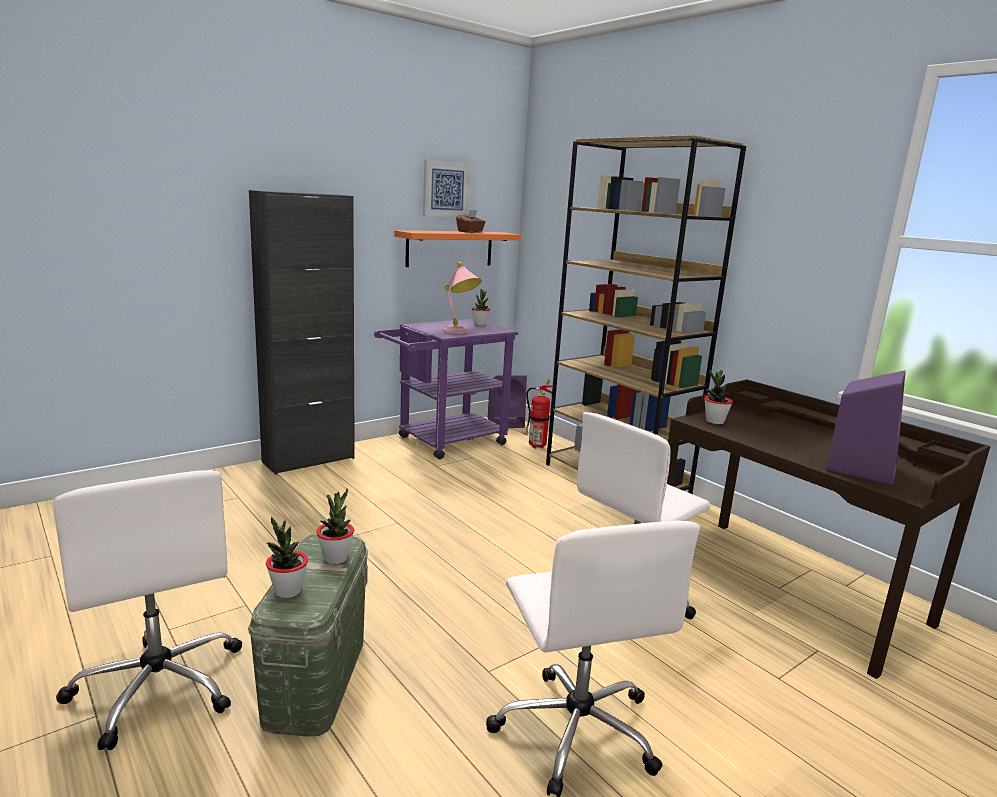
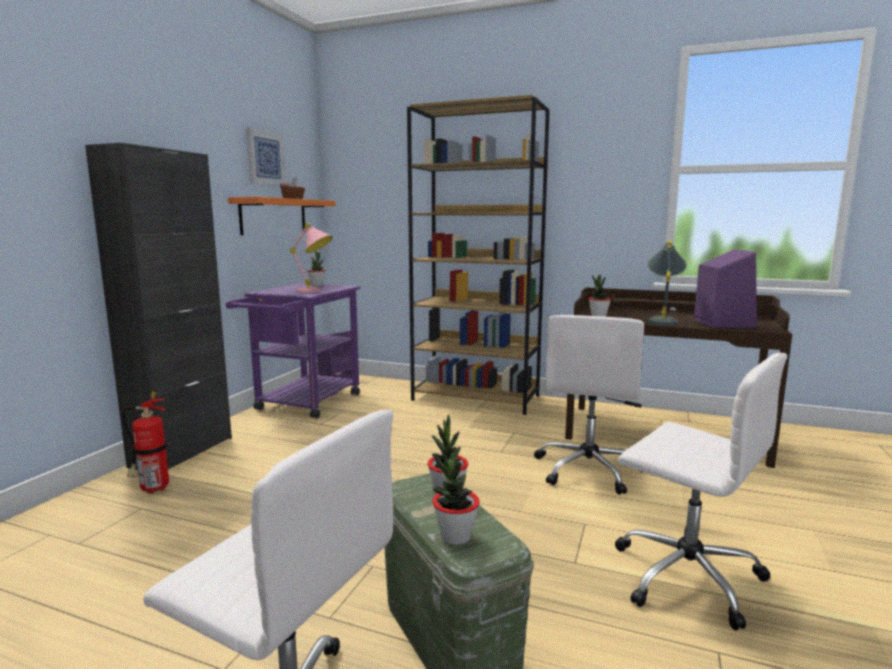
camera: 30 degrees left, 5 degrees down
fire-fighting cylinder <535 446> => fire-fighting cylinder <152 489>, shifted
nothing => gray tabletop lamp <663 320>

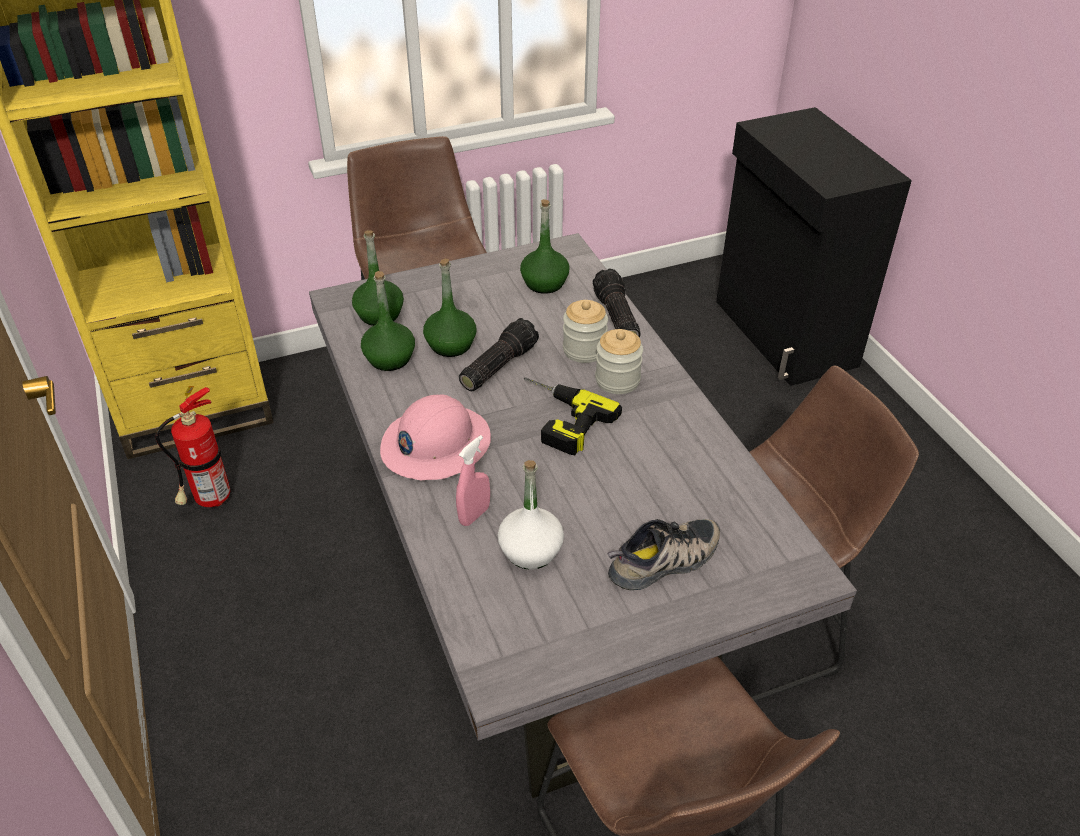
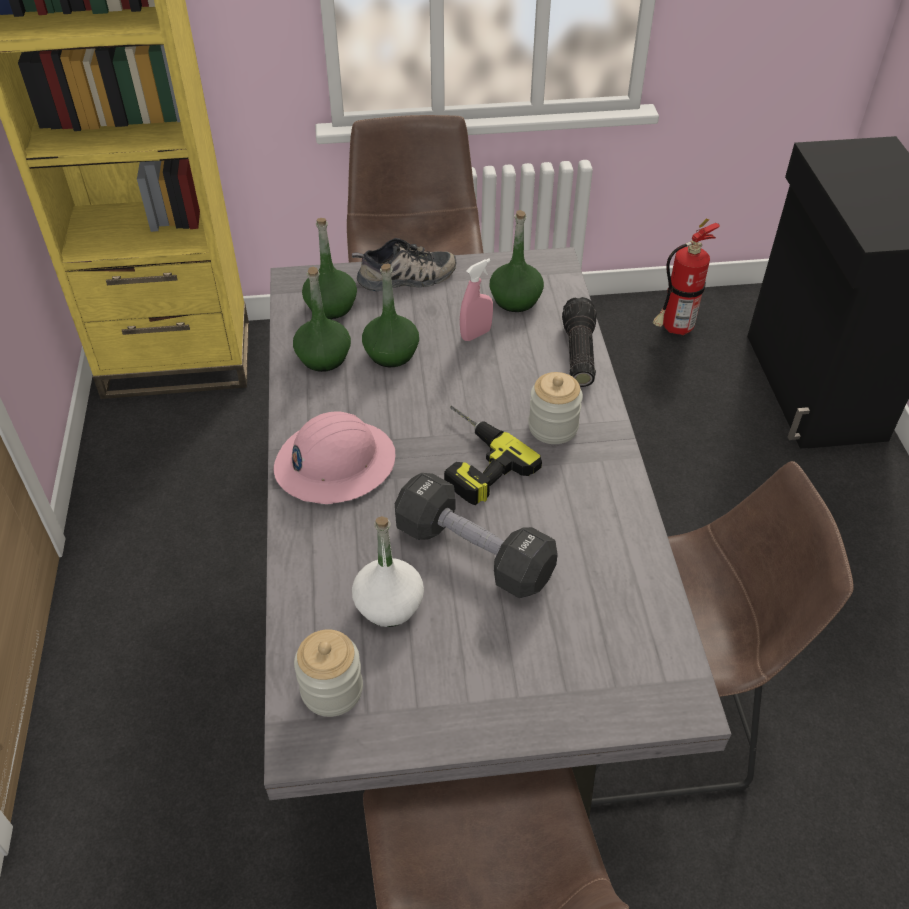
camera: 15 degrees right, 5 degrees up
preserve jar <584 350> => preserve jar <332 690>, shifted
flashlight <497 365> => nothing
fire-fighting cylinder <209 501> => fire-fighting cylinder <674 330>, shifted
pink-coloured sprayer <474 515> => pink-coloured sprayer <476 334>, shifted
low shoe <665 562> => low shoe <406 278>, shifted
nothing => black-coloured hand weight <473 552>

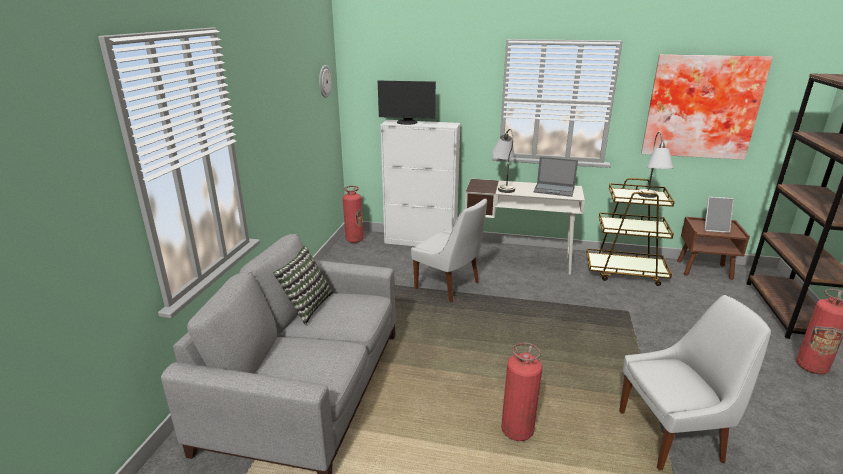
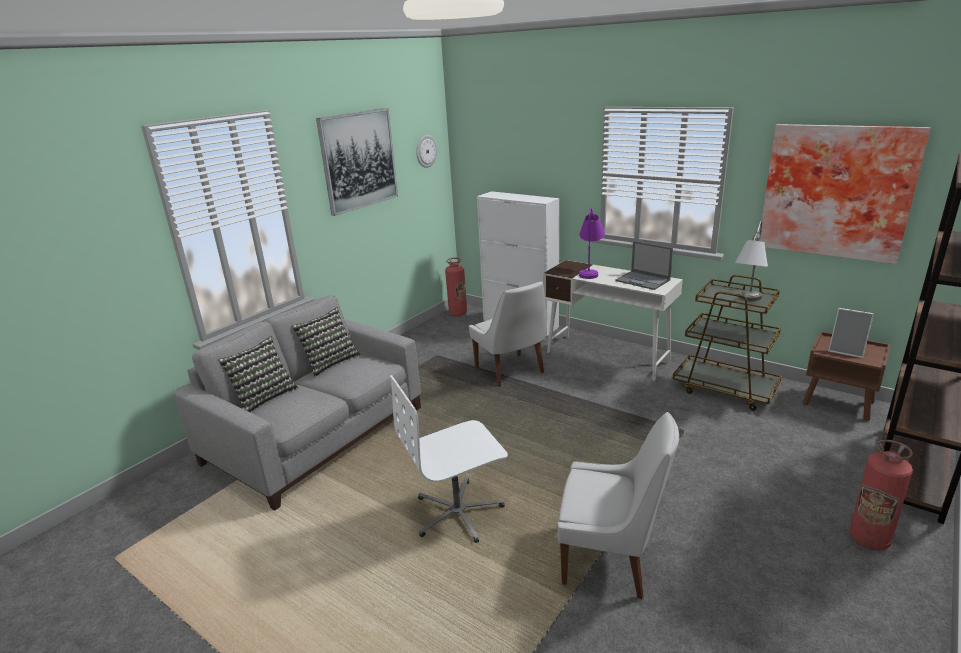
camera: 25 degrees right, 0 degrees up
monitor <407 122> => nothing
gray tabletop lamp <503 186> => purple-coloured tabletop lamp <590 271>
fire-fighting cylinder <517 430> => whitish computer chair <458 513>
nothing => wall picture <359 160>
nothing => pillow <263 397>

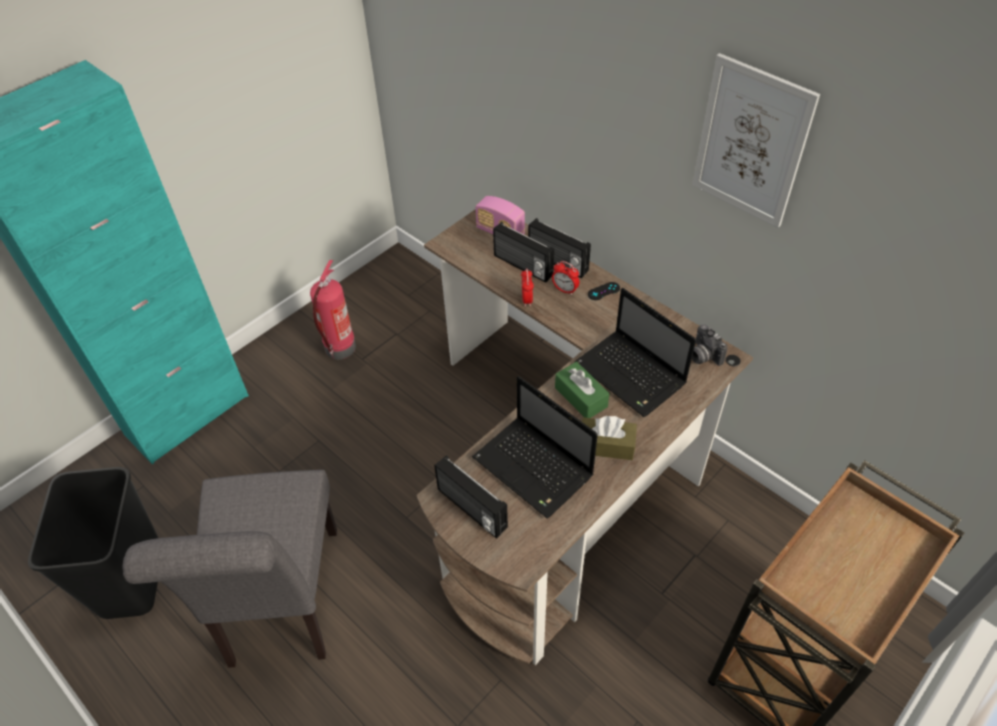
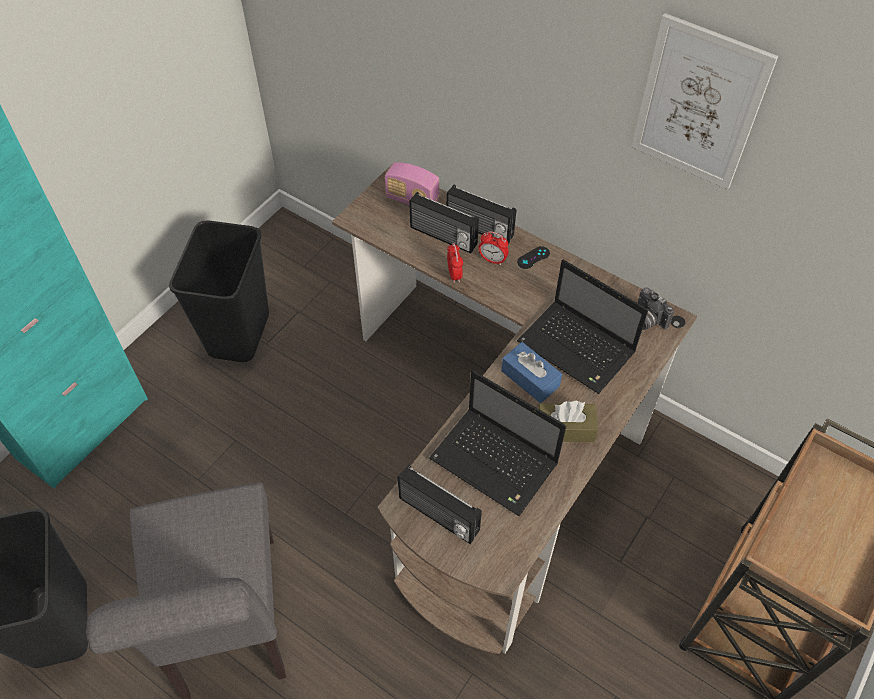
camera: 10 degrees left, 5 degrees up
fire-fighting cylinder <340 349> => black-coloured rubbish bin <240 335>
green-coloured box of tissues <581 397> => bluish box of tissues <530 378>

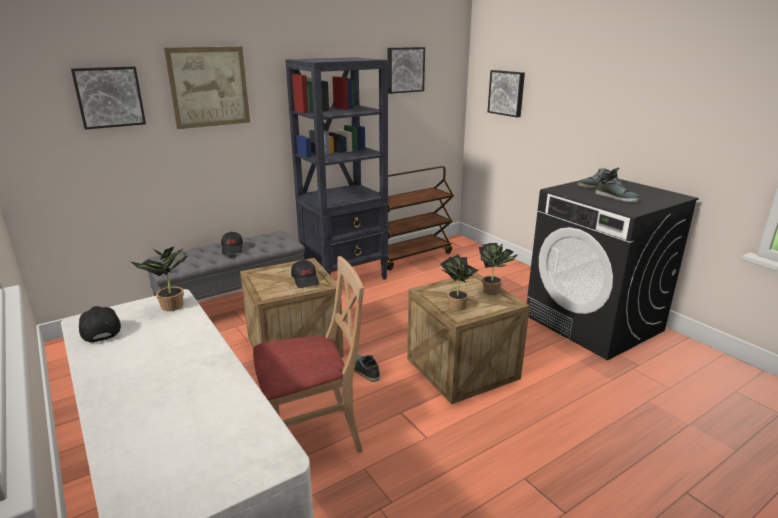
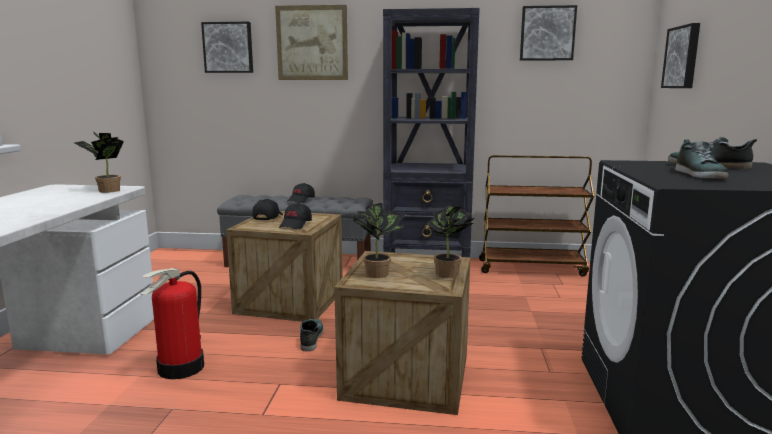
camera: 40 degrees right, 10 degrees down
beige-coloured upright chair <312 439> => fire-fighting cylinder <181 368>
black-coloured peaked cap <100 331> => black-coloured peaked cap <267 217>, shifted

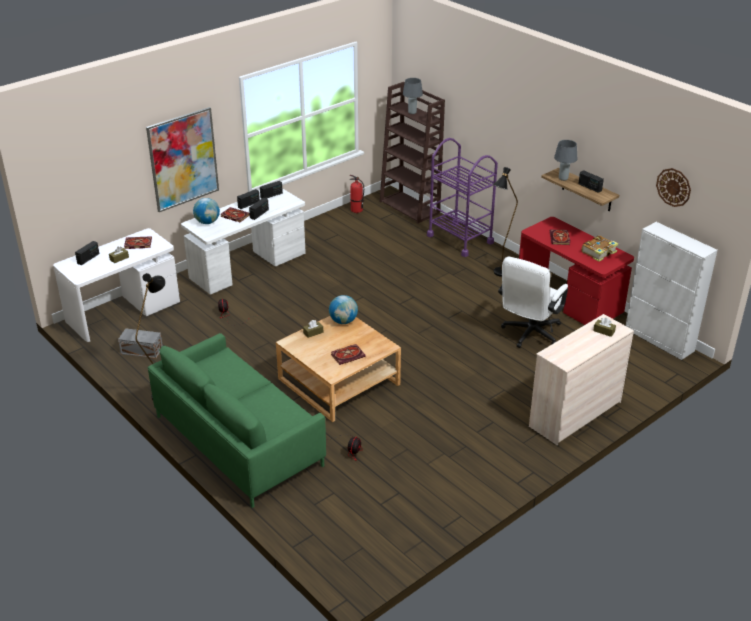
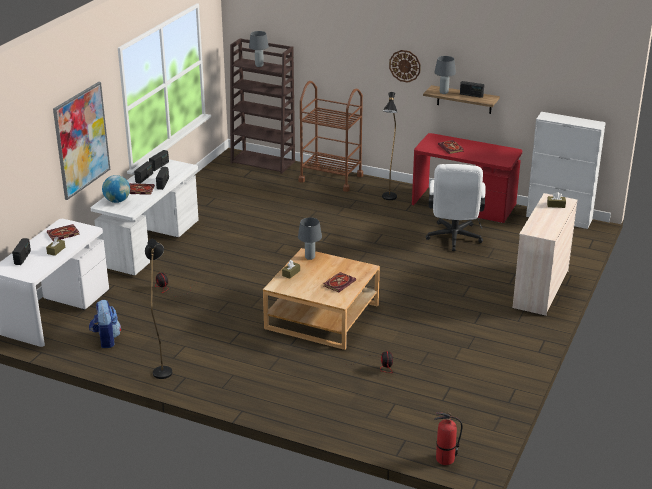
camera: 25 degrees left, 5 degrees down
purple-coloured cart <460 239> => brown cart <331 178>
clock on the wall <673 187> => clock on the wall <405 66>, shifted
fire-fighting cylinder <356 210> => fire-fighting cylinder <445 459>, shifted
volume <599 252> => nothing
globe <343 321> => gray tabletop lamp <310 258>
gray storage container <141 350> => rucksack <106 339>
green-coloured couch <238 440> => nothing

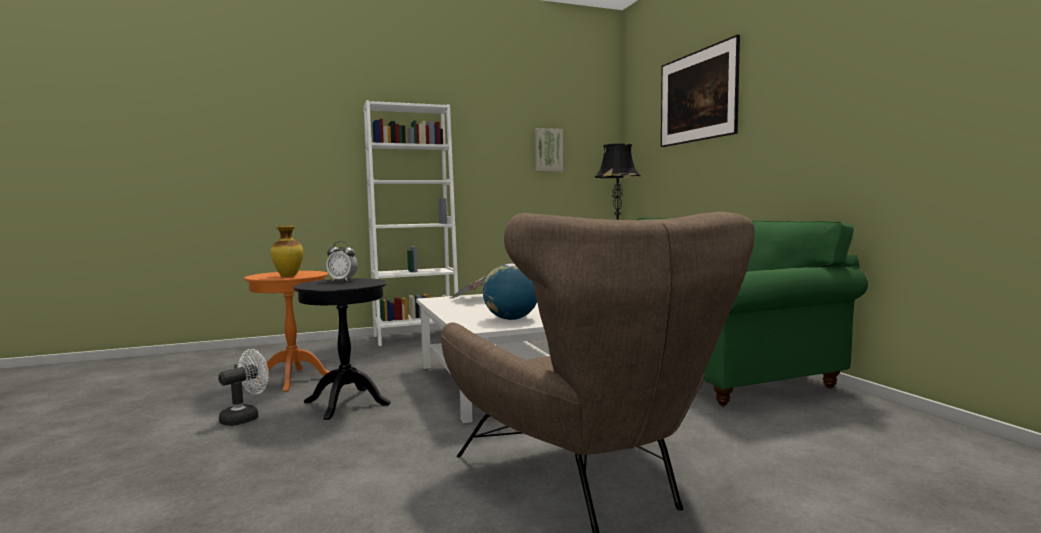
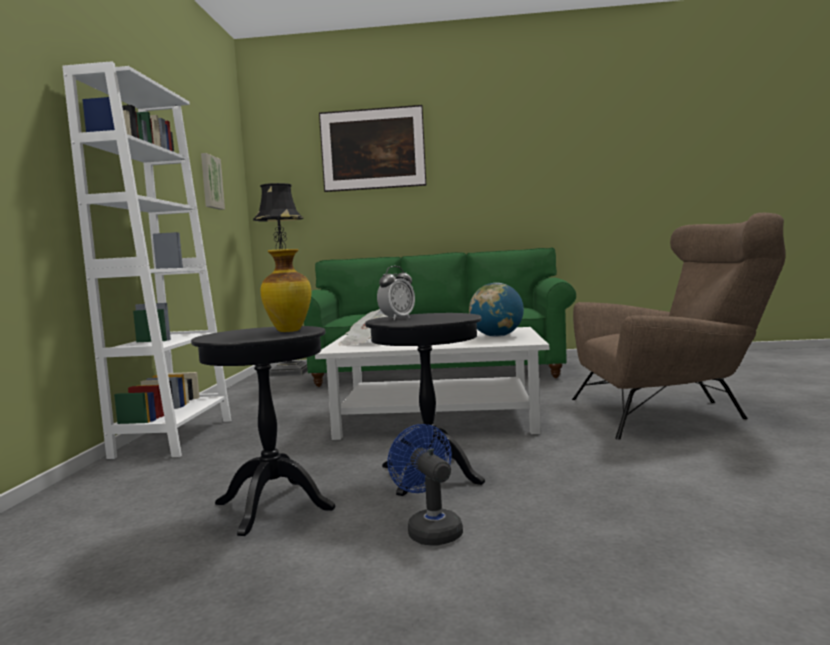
camera: 65 degrees left, 0 degrees up
orange-coloured side table <293 379> => black-coloured side table <274 506>
whitish electric fan <245 417> => bluish electric fan <430 529>

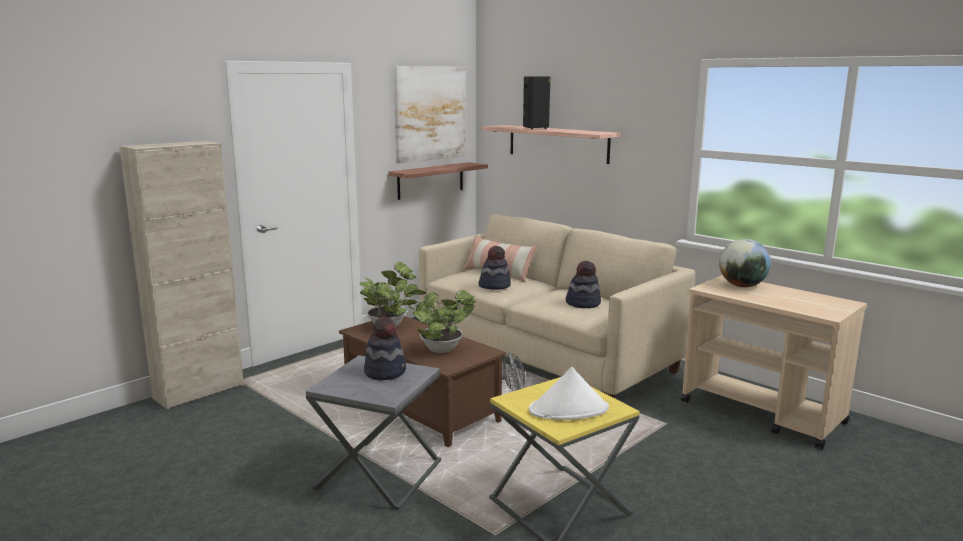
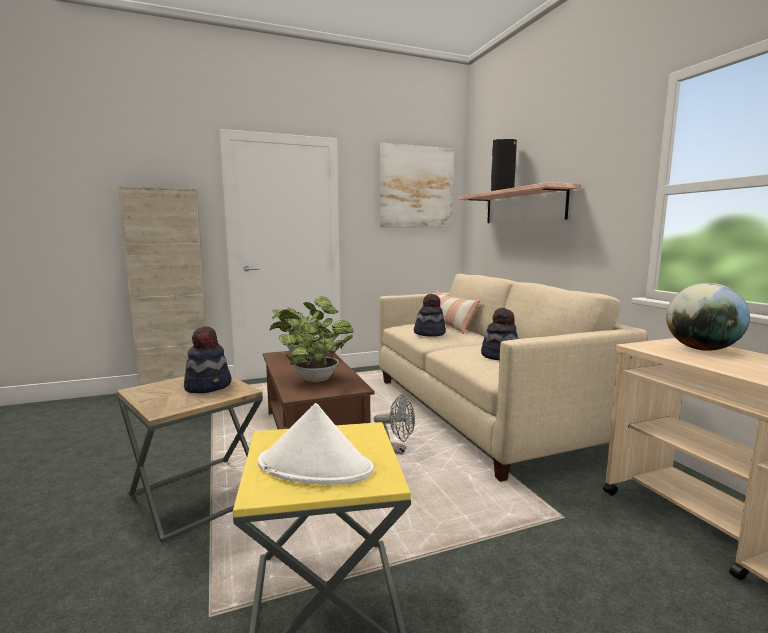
camera: 25 degrees right, 5 degrees down
wall shelf <431 180> => nothing
gray side table <378 475> => brown side table <198 495>

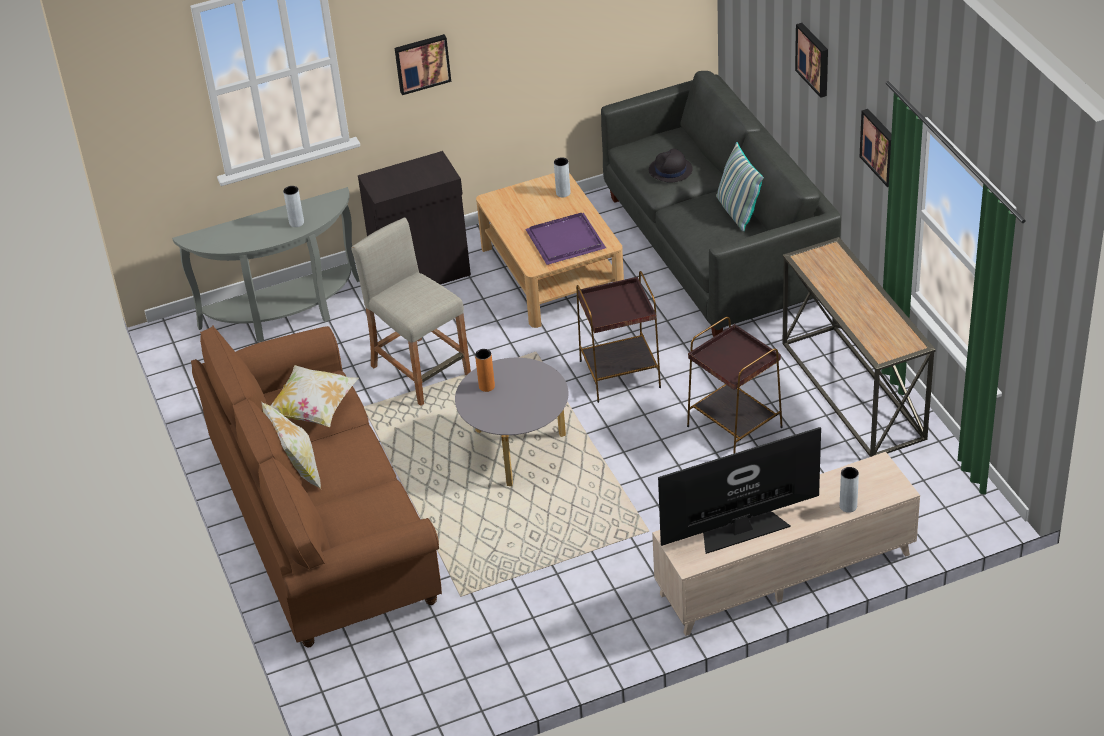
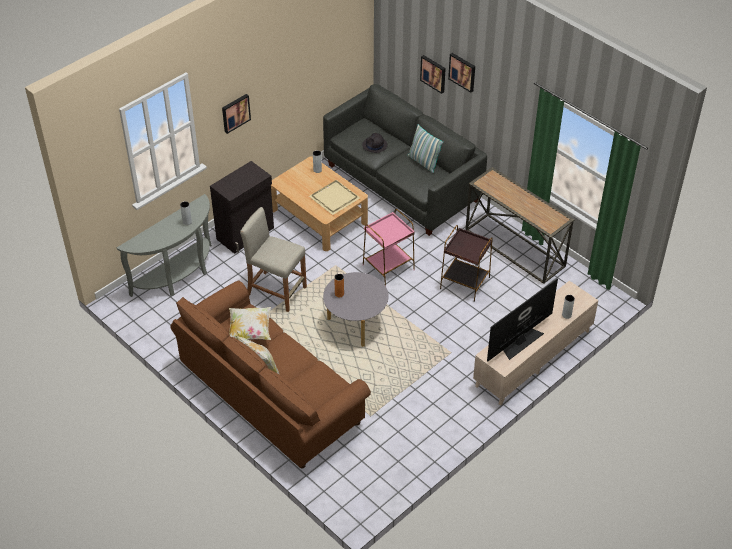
camera: 25 degrees left, 5 degrees up
wall picture <880 146> => wall picture <433 73>, shifted
purple-coloured tray <566 239> => beige-coloured tray <334 197>
brown side table <621 374> => pink-coloured side table <389 267>

